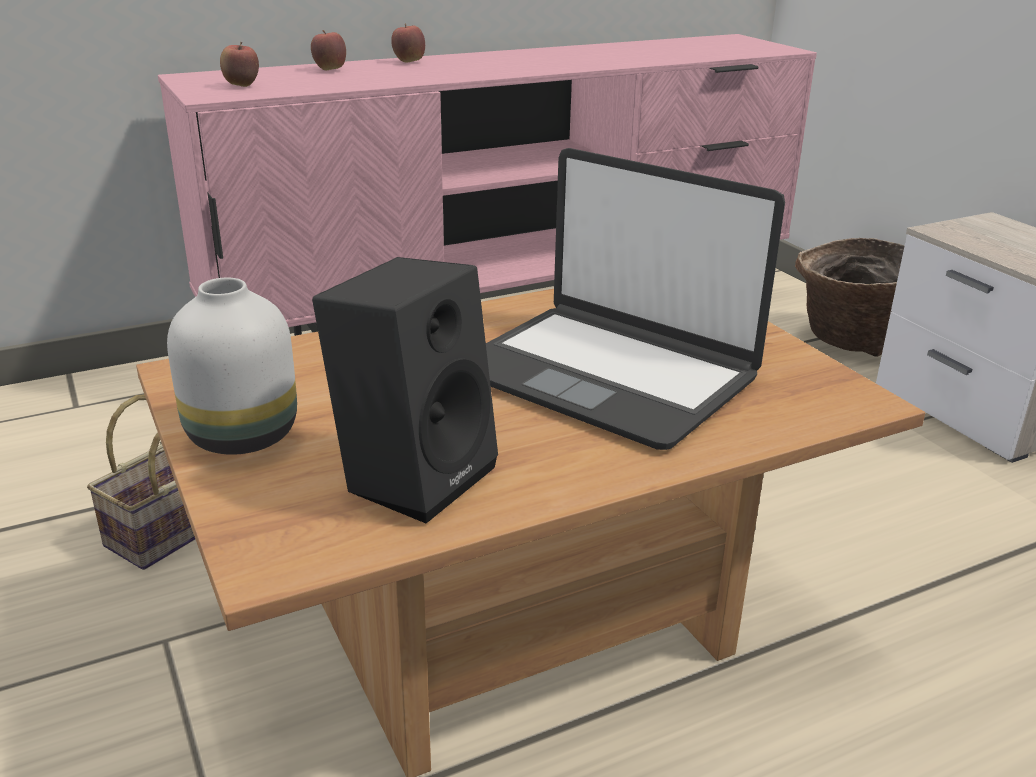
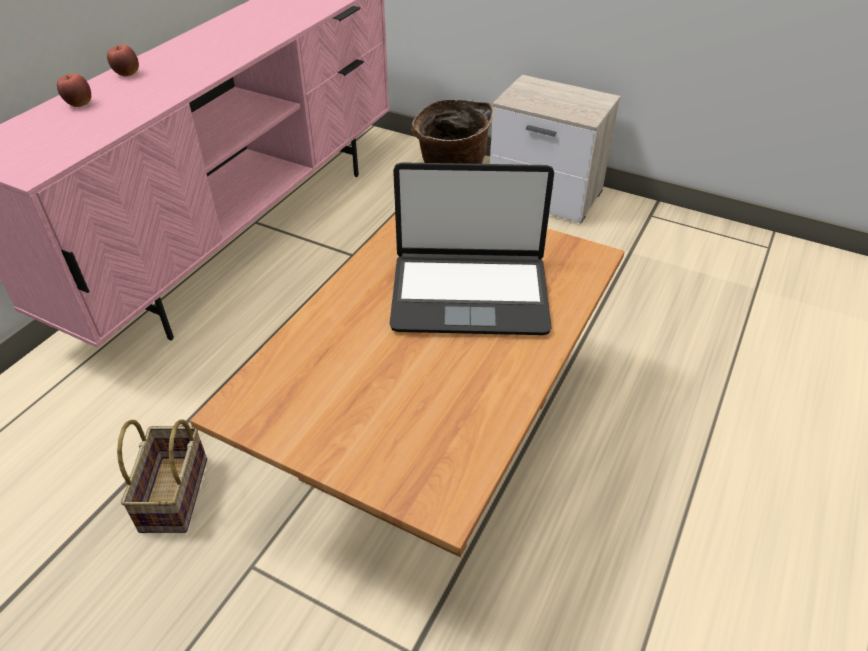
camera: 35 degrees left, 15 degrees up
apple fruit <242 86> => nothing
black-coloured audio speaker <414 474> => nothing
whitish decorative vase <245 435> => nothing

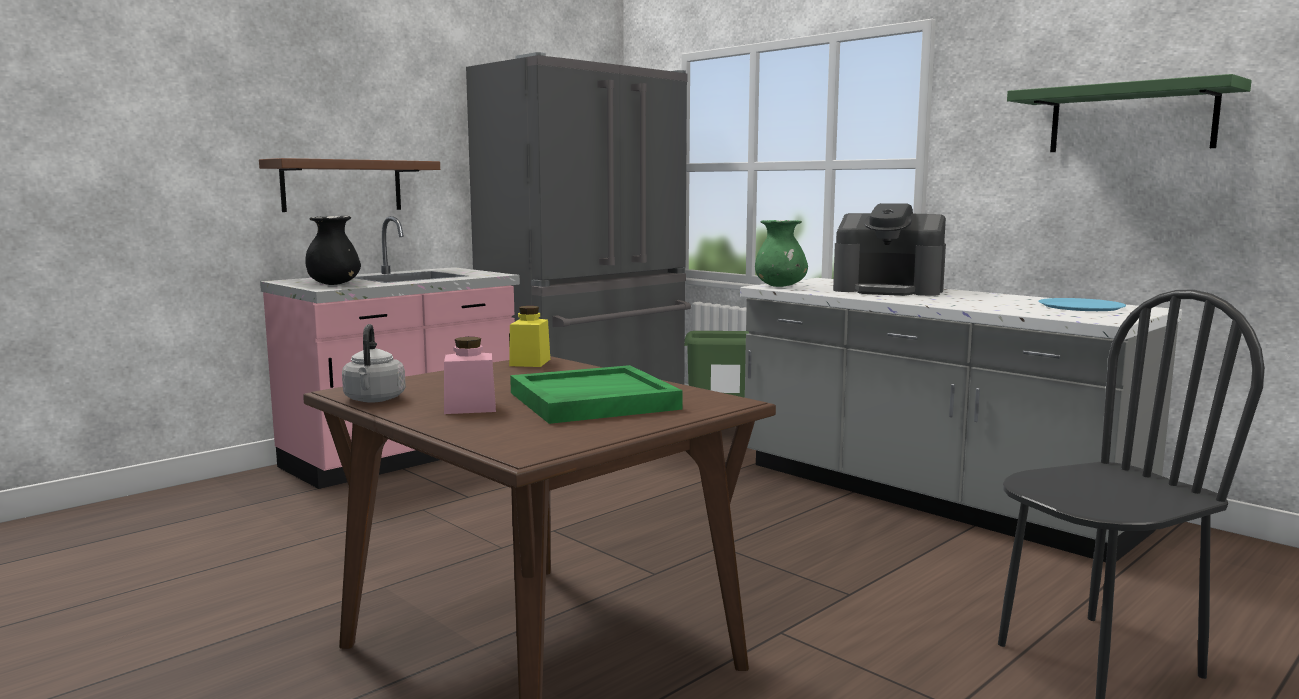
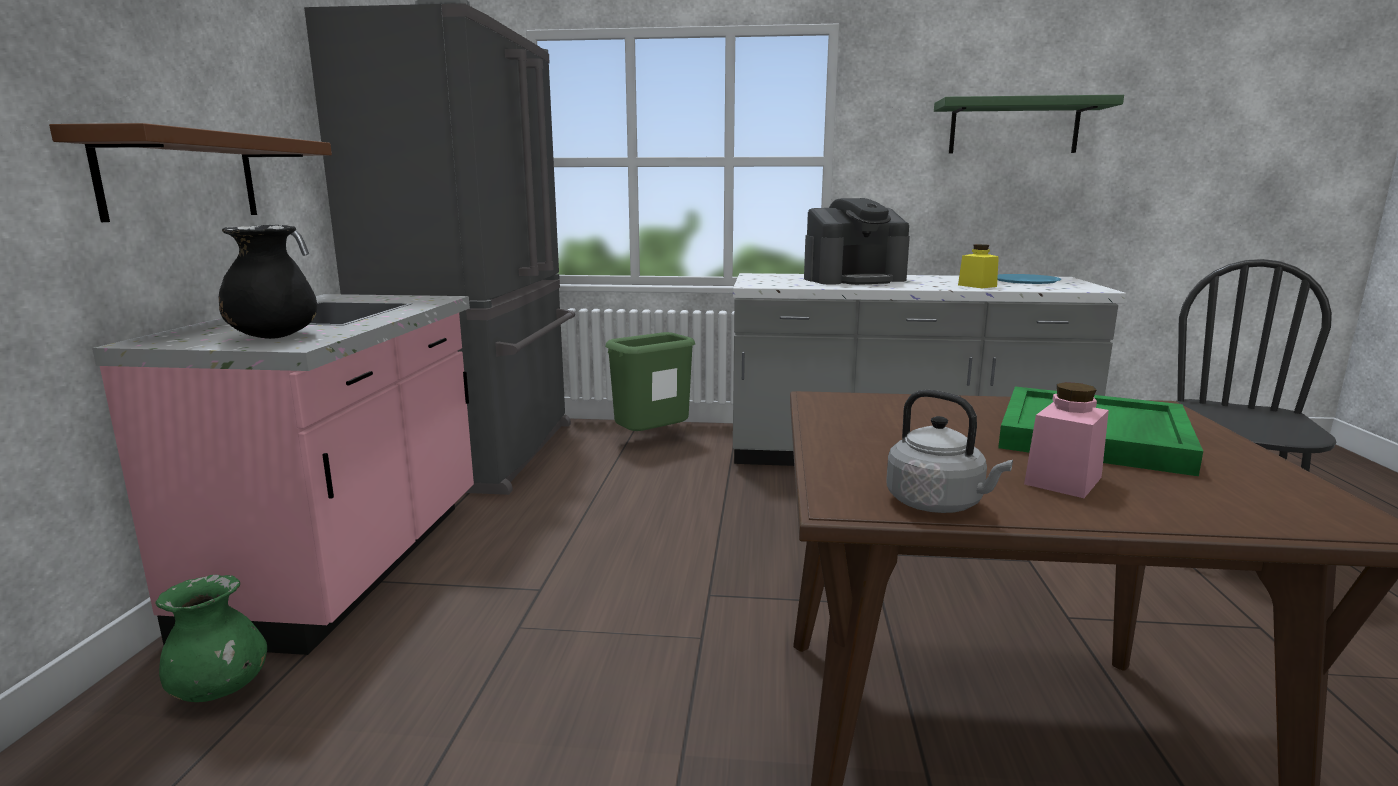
camera: 40 degrees left, 5 degrees up
green-coloured decorative vase <780 286> => green-coloured decorative vase <221 689>, shifted
yellow-coloured preserve jar <530 362> => yellow-coloured preserve jar <977 286>, shifted

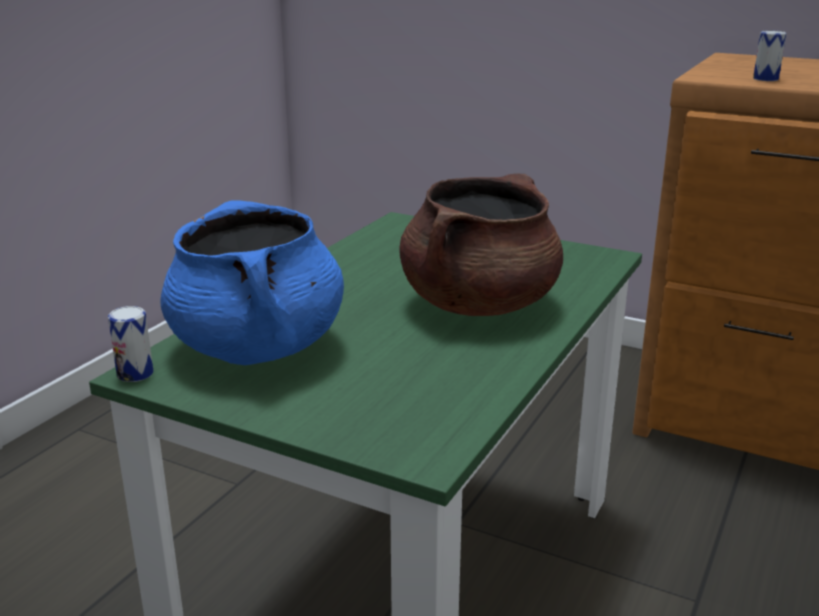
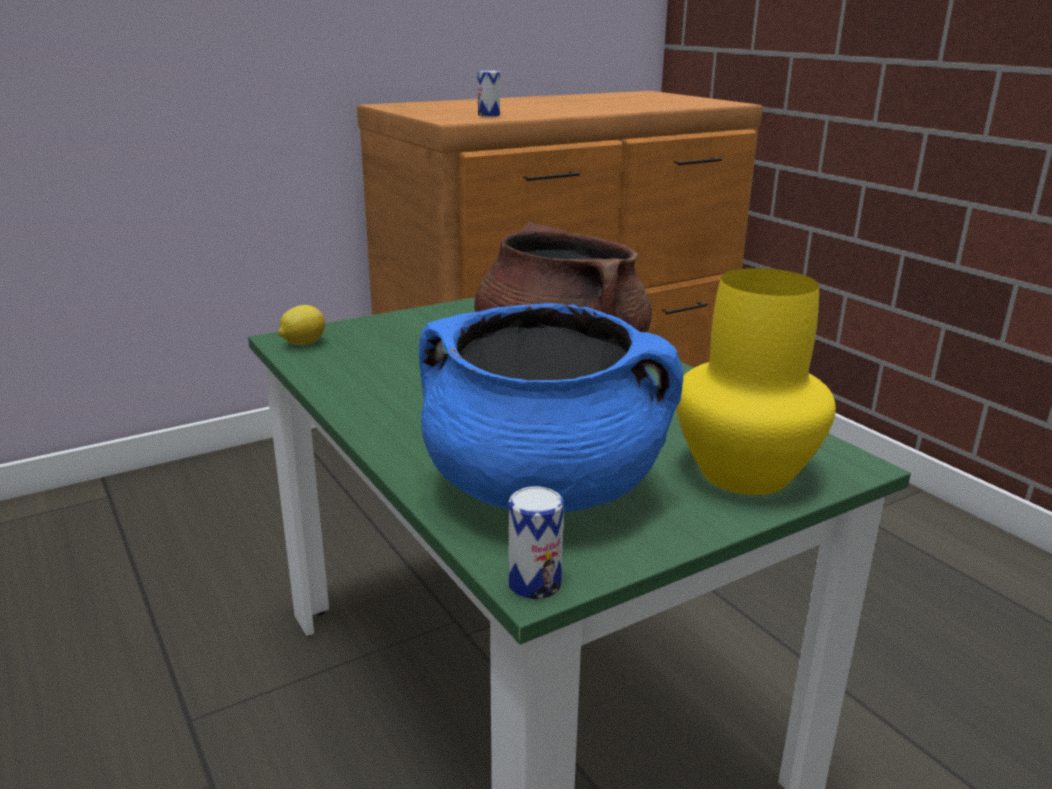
camera: 60 degrees left, 0 degrees up
nothing => yellow-coloured decorative vase <747 473>
nothing => whole lemon <303 343>

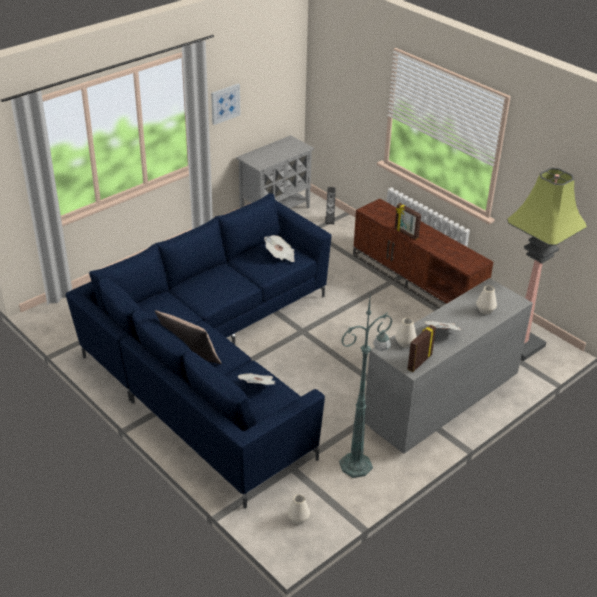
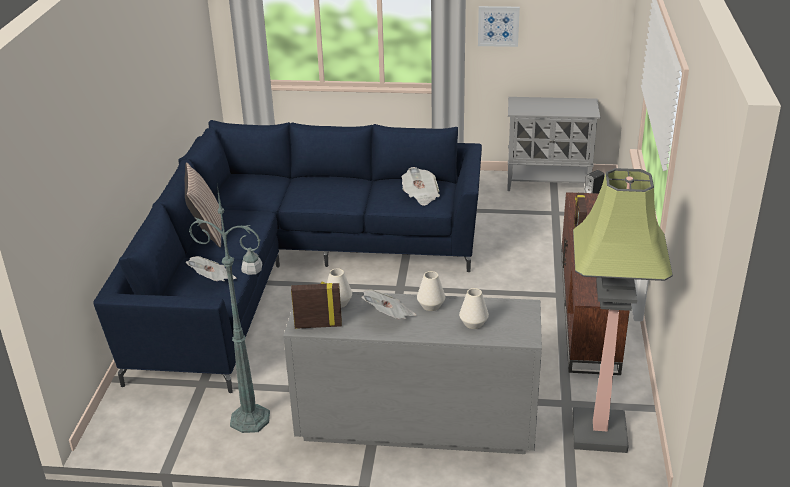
camera: 50 degrees right, 5 degrees down
whitish decorative vase <298 518> => whitish decorative vase <431 305>, shifted

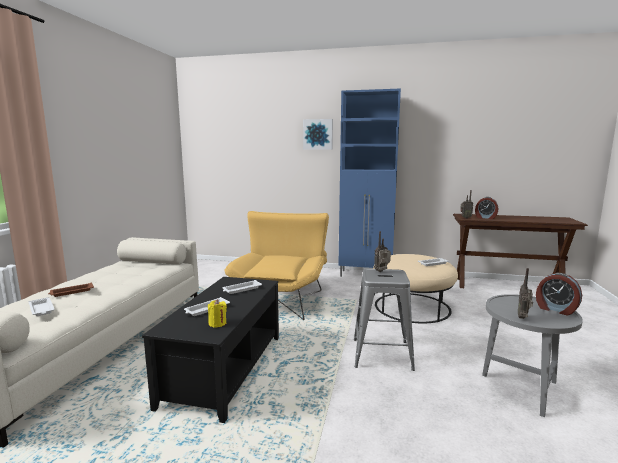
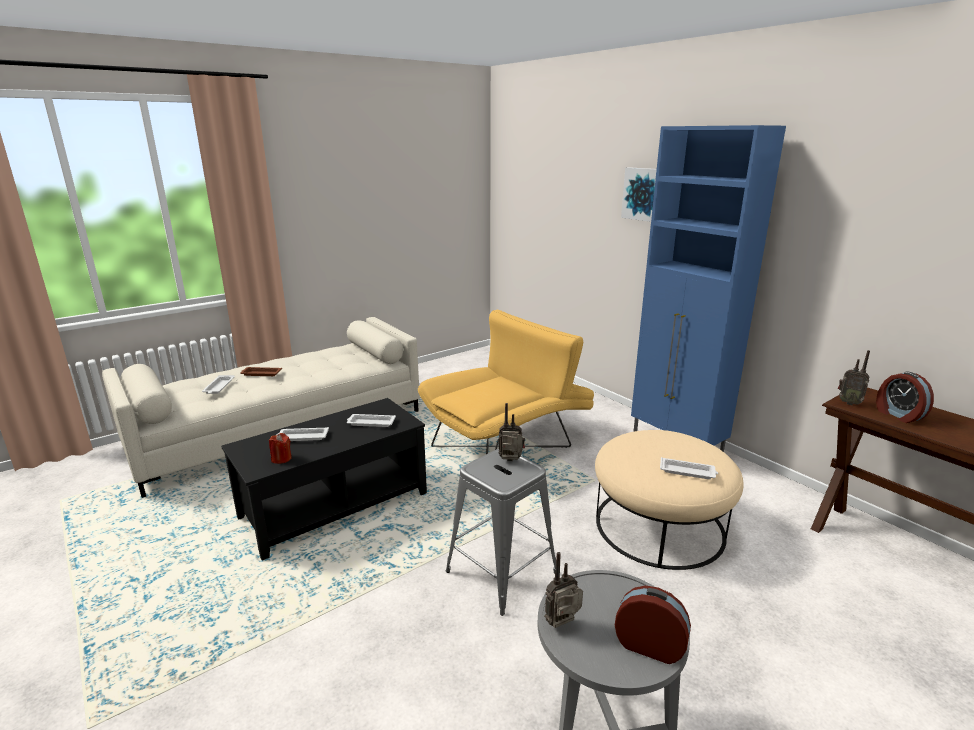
camera: 40 degrees right, 10 degrees up
bedside clock <556 309> => bedside clock <649 644>, 120 degrees clockwise
yellow-coloured wax candle <217 323> => reddish wax candle <281 459>

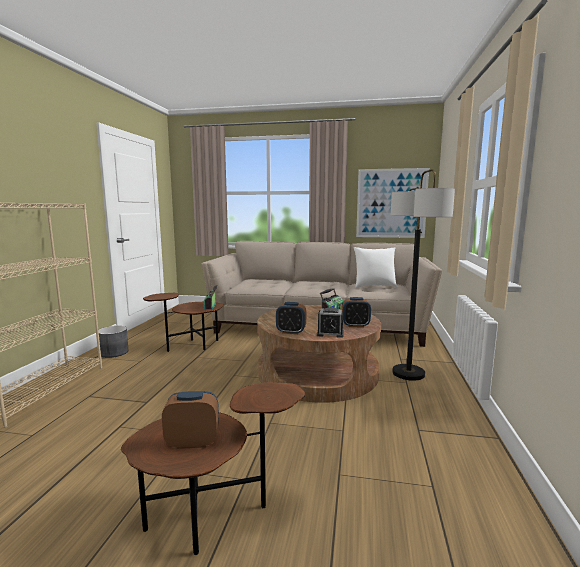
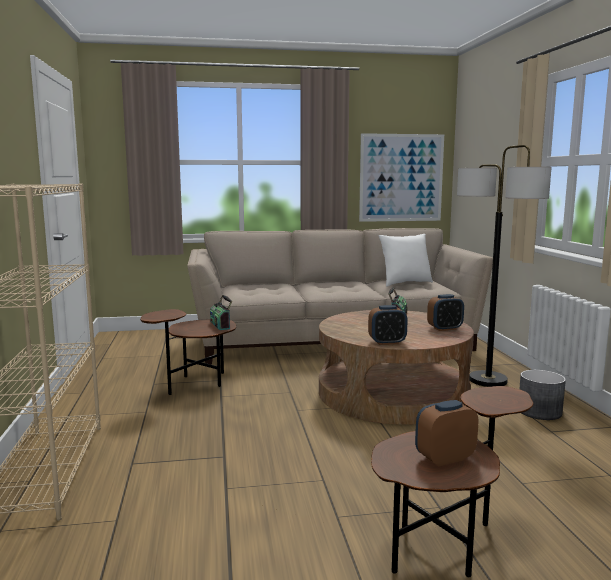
camera: 20 degrees left, 0 degrees up
bedside clock <330 333> => nothing
gray planter <114 352> => gray planter <539 412>, shifted

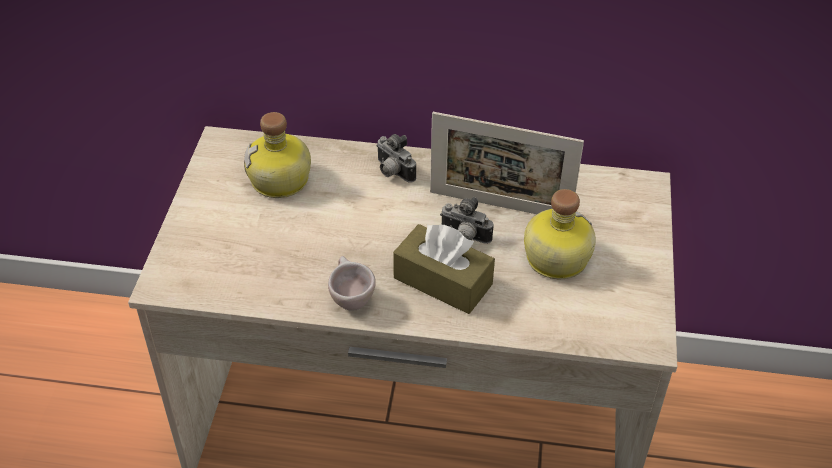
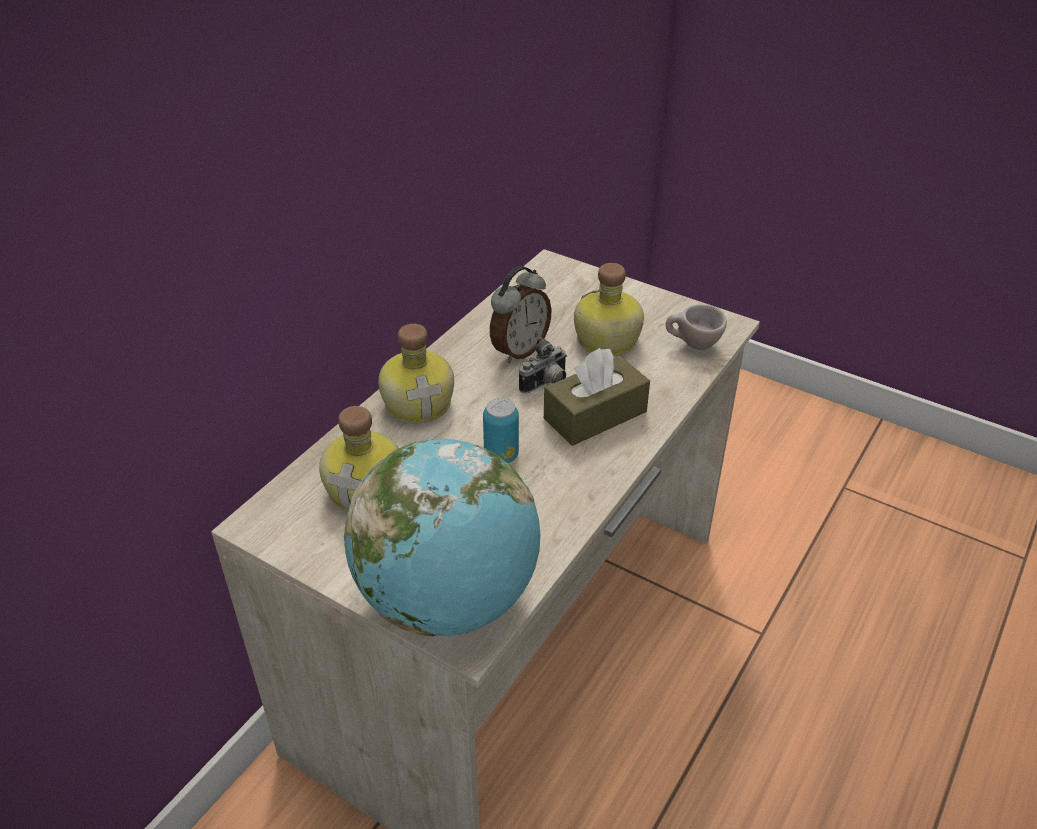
camera: 65 degrees left, 5 degrees down
photo frame <499 206> => bedside clock <519 350>
photo camera <392 172> => bottle <419 402>
beige-coloured cup <349 299> => beige-coloured cup <692 346>, shifted
nothing => metal can <501 455>
nothing => globe <448 599>

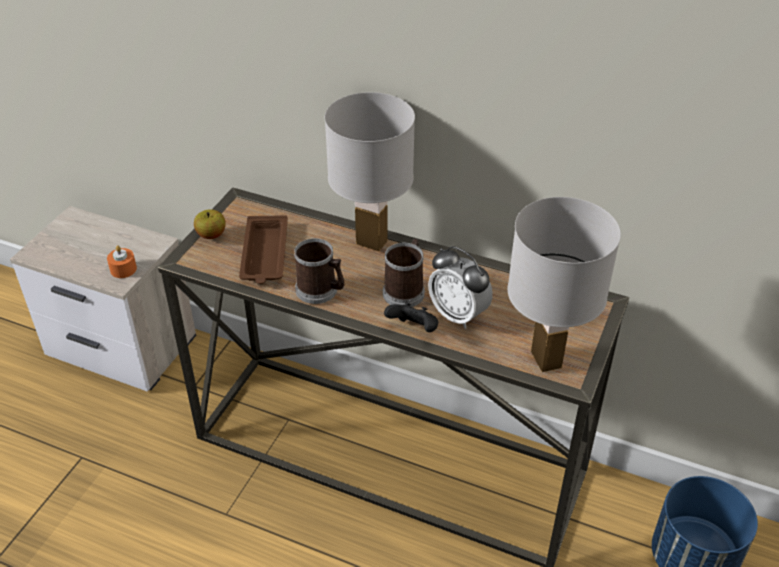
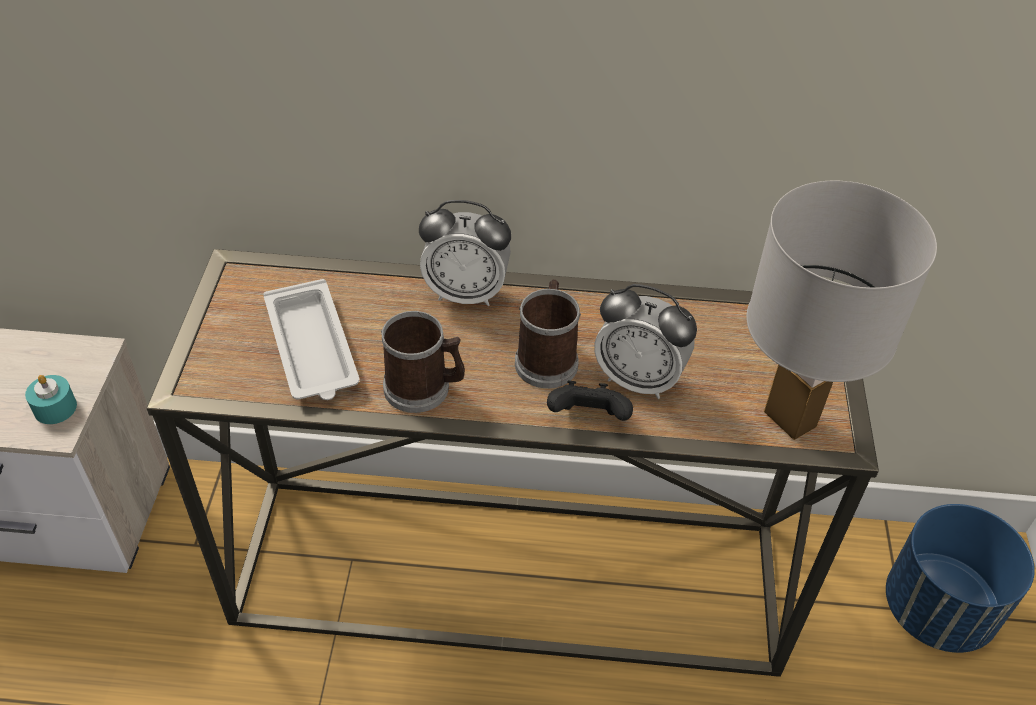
camera: 20 degrees left, 5 degrees up
whitish tabletop lamp <372 242> => bedside clock <466 293>
apple fruit <211 235> => nothing
brown tray <264 255> => whitish tray <312 349>
orange-coloured wax candle <123 269> => turquoise wax candle <55 408>

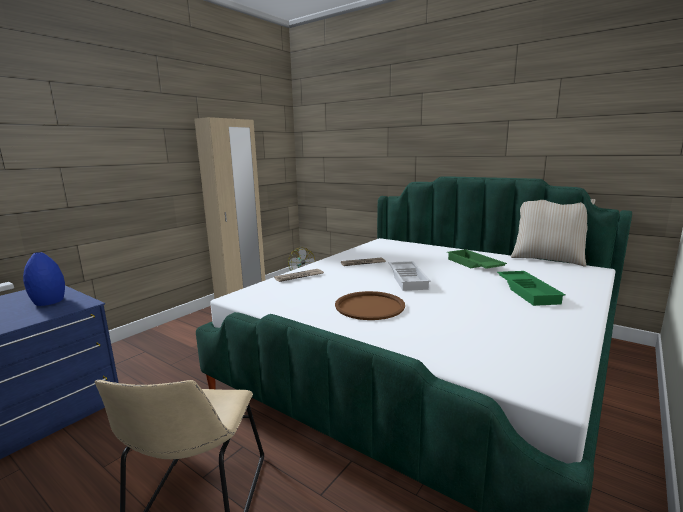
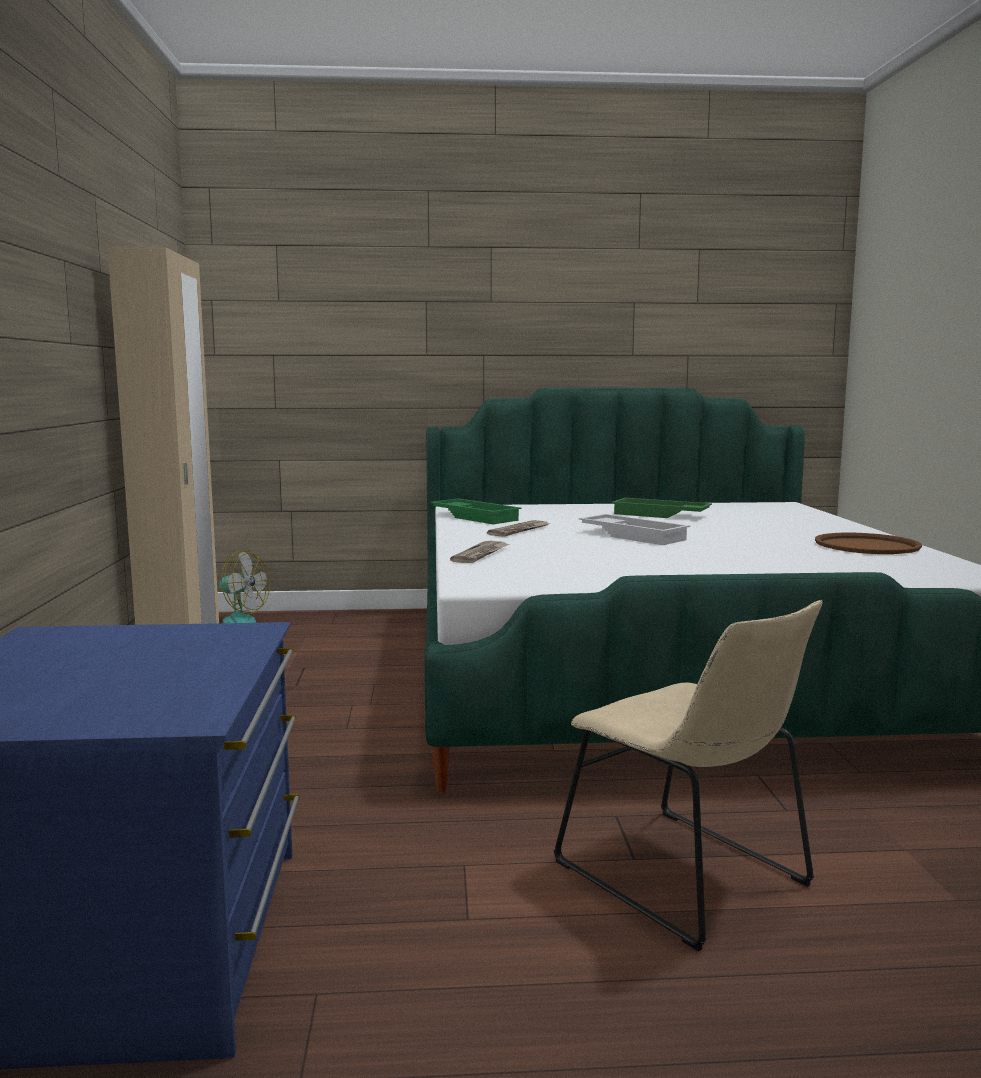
camera: 40 degrees left, 5 degrees down
beige-coloured pillow <547 259> => nothing
bluish decorative vase <48 302> => nothing
green-coloured tray <529 292> => green-coloured tray <476 517>, shifted
brown tray <370 306> => brown tray <867 545>, shifted

